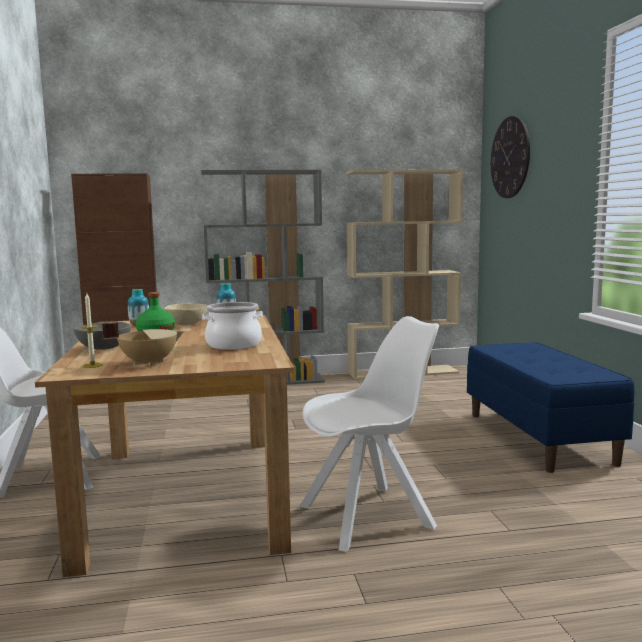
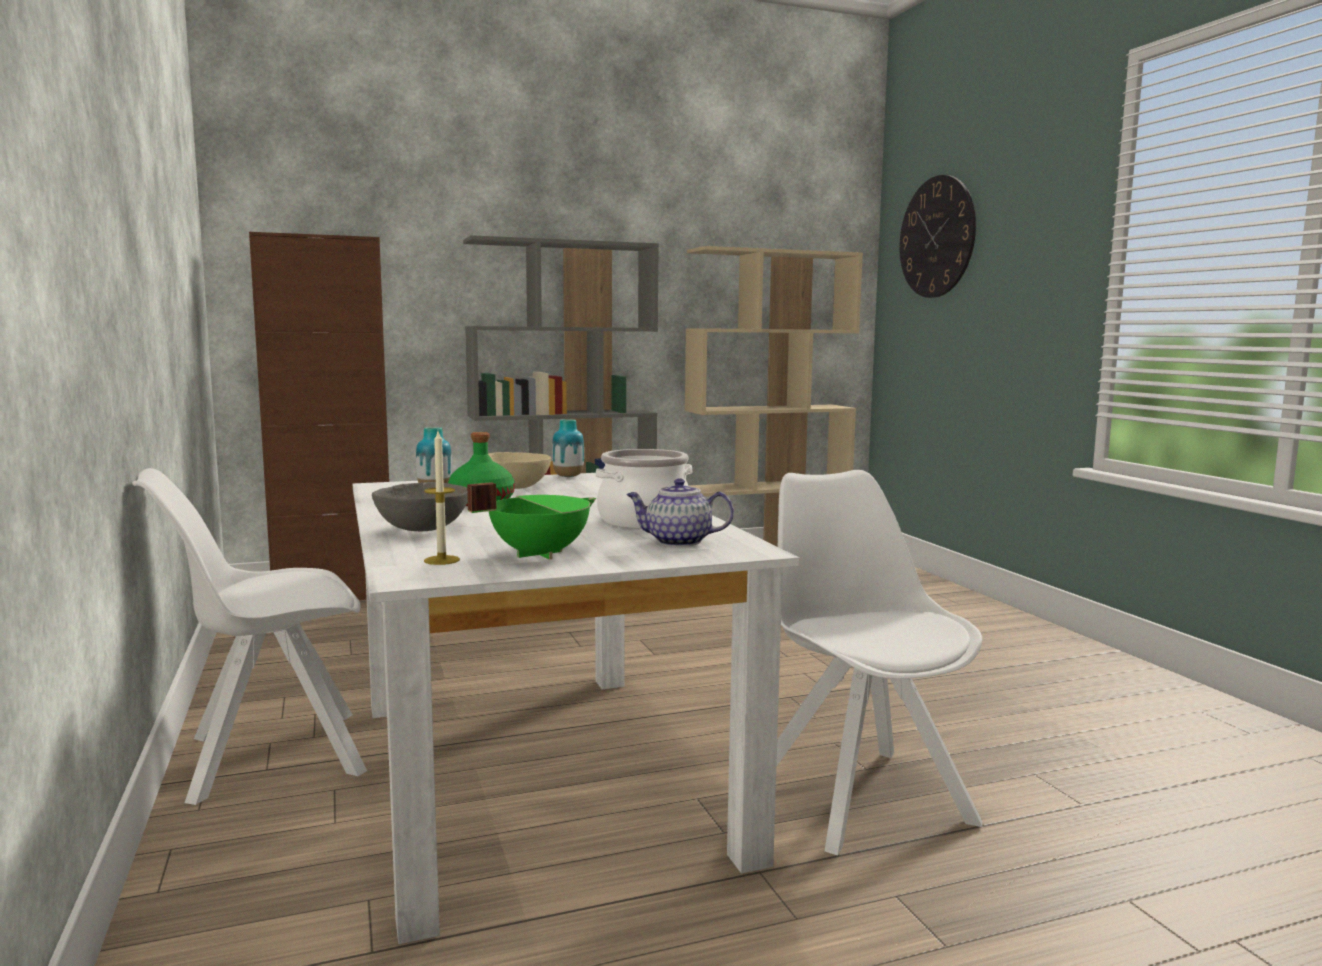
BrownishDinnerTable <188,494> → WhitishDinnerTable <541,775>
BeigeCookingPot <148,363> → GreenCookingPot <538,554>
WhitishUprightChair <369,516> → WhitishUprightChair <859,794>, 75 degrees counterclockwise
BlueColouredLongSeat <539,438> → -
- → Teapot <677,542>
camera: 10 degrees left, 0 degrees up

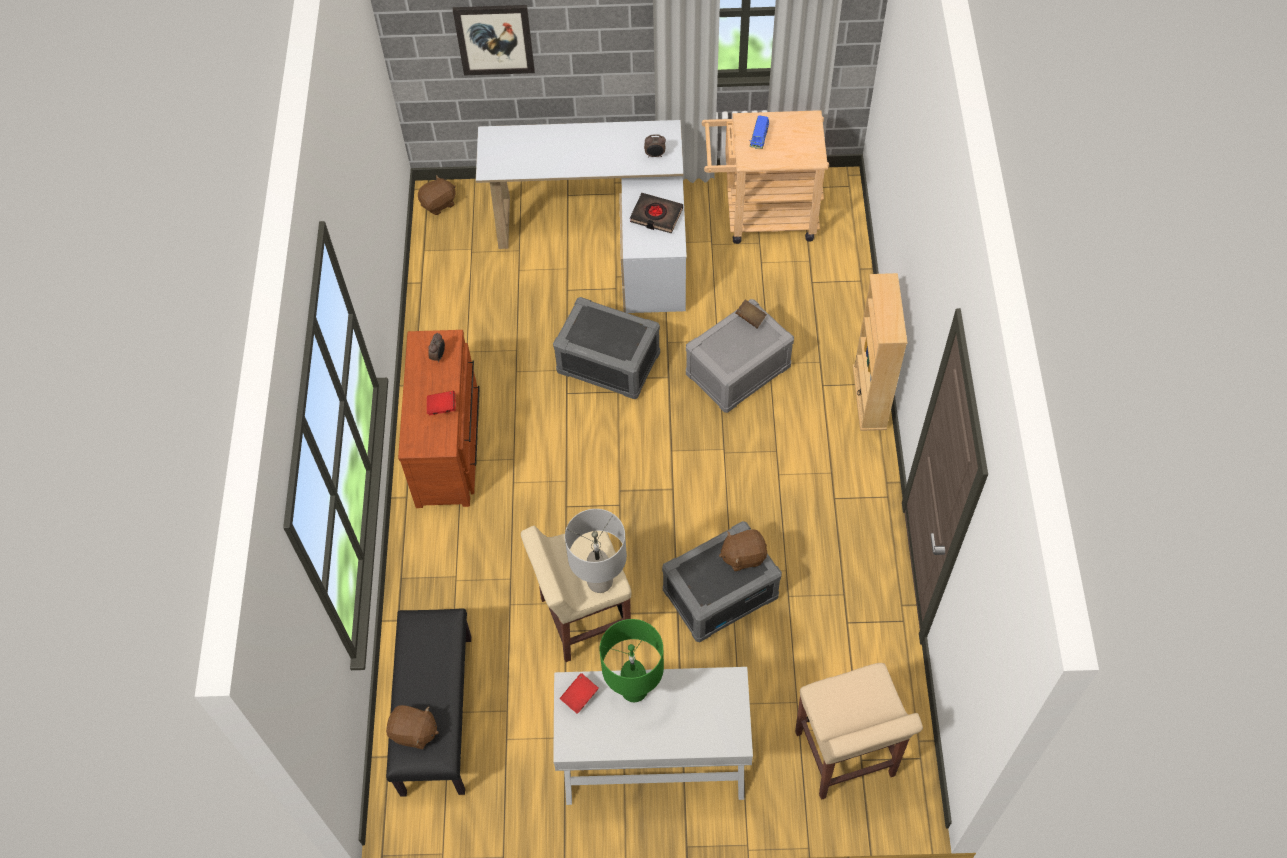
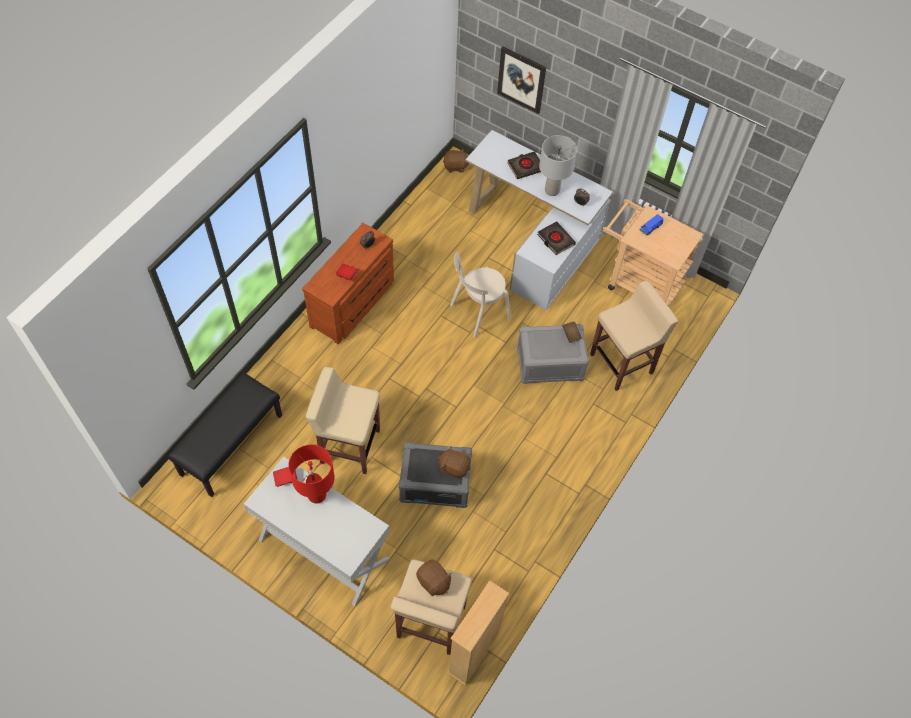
BrownishSoftToy <414,732> → BrownishSoftToy <433,582>, relocated
GrayStorageBin <607,363> → BeigeUprightChair <477,312>
GrayLampForATable <599,582> → GrayLampForATable <551,190>, relocated
GreenLampForATable <635,690> → RedLampForATable <317,495>
BeigeBookshelf <869,397> → BeigeBookshelf <473,652>, relocated
- → BlackColouredBoundBook <525,167>
- → BeigeStool <622,363>
camera: 30 degrees right, 0 degrees up

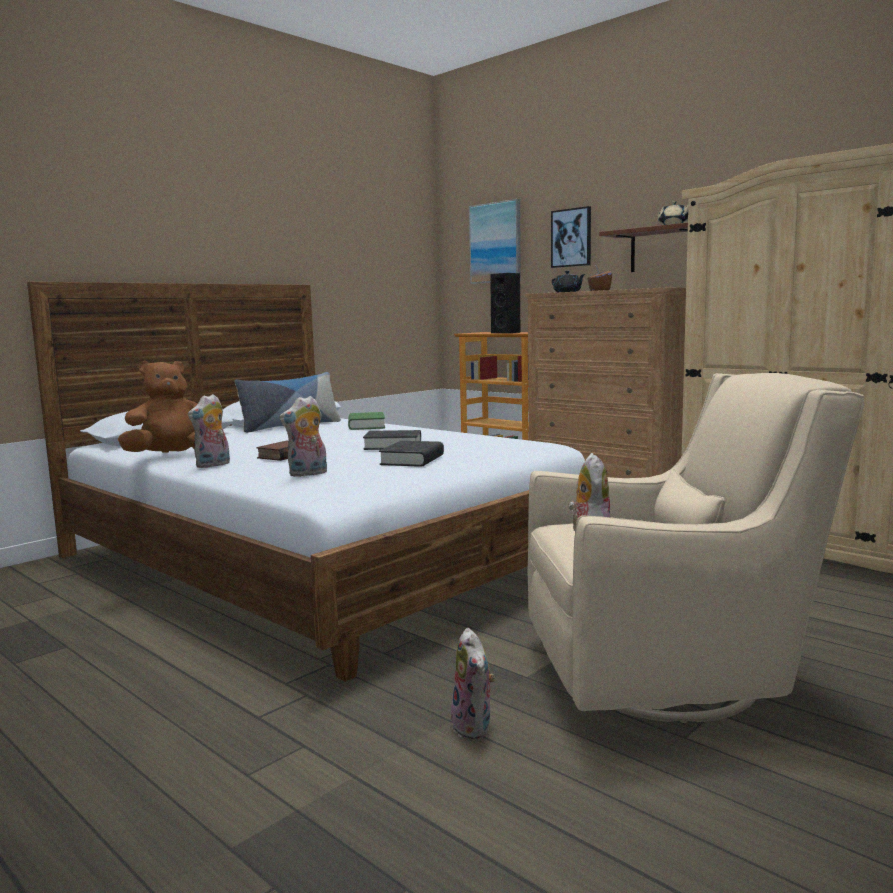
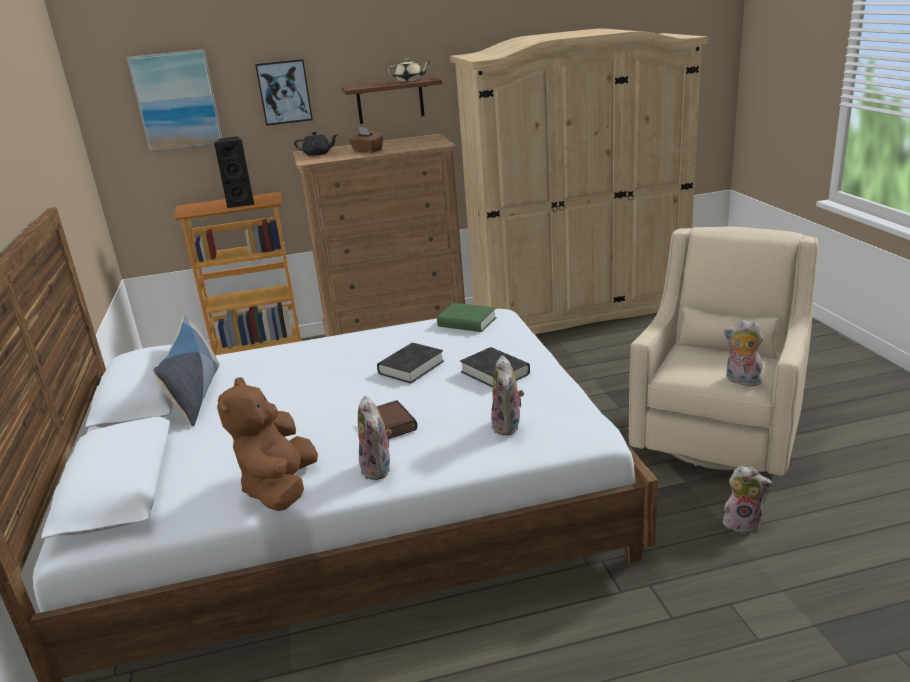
GreenBoundBook <366,426> → GreenBoundBook <467,322>, relocated
camera: 55 degrees left, 15 degrees up

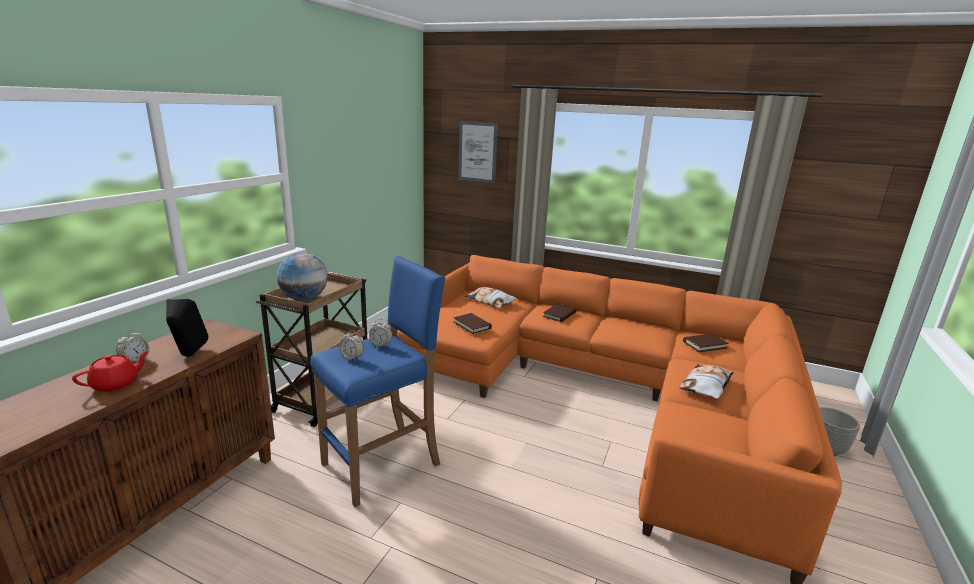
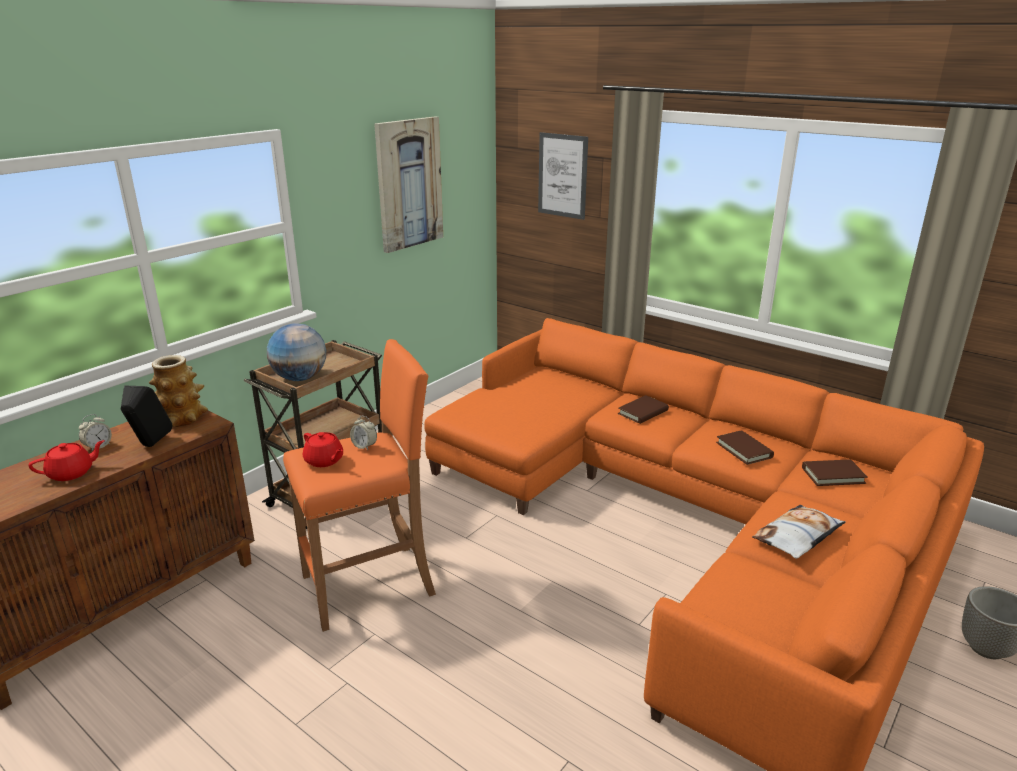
BlueColouredStool <382,464> → OrangeyStool <370,585>
AlarmClock <352,357> → RedTeapot <324,461>
BrownishBoundBook <472,325> → BrownishBoundBook <744,450>, relocated
ThrowPillow <490,301> → -
- → FlowerVase <182,419>
- → WallArt <409,184>
camera: 15 degrees right, 5 degrees up

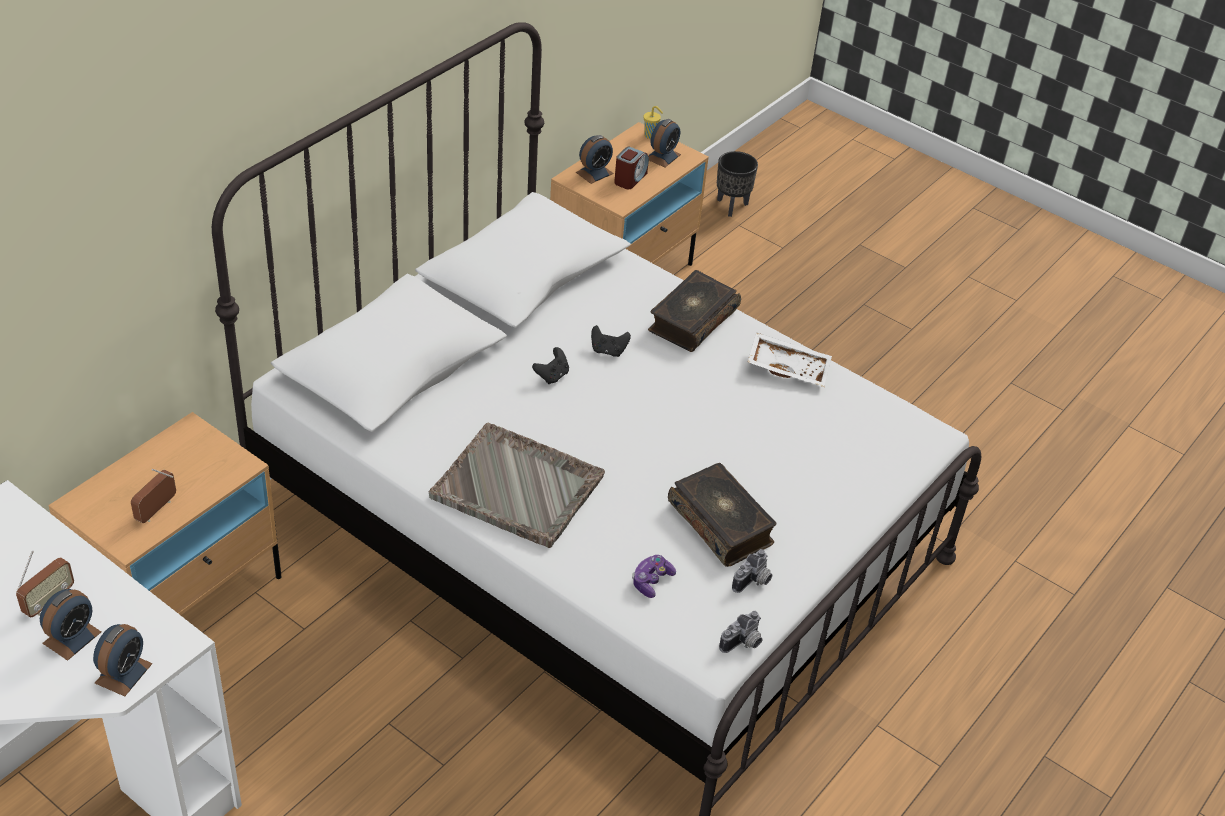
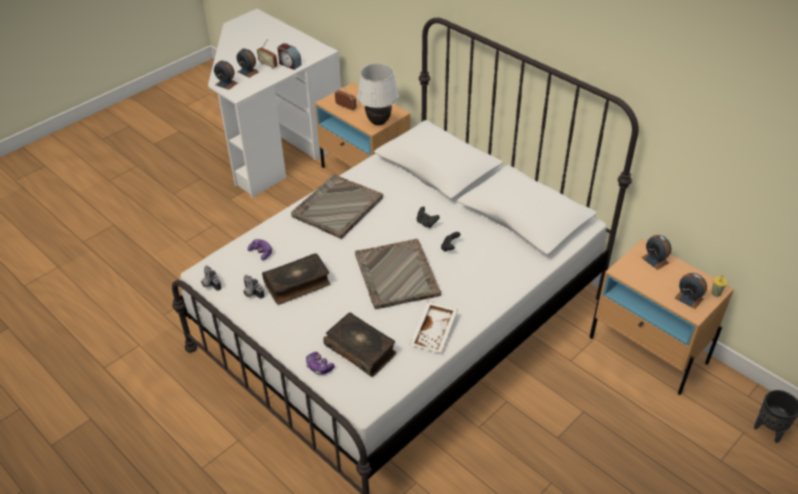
AlarmClock <630,178> → AlarmClock <289,64>, relocated
BoundBook <691,320> → BoundBook <361,349>, relocated
- → GameController <319,367>
- → GrayTray <397,275>
- → WhitishLampForATable <378,122>
camera: 100 degrees right, 0 degrees up

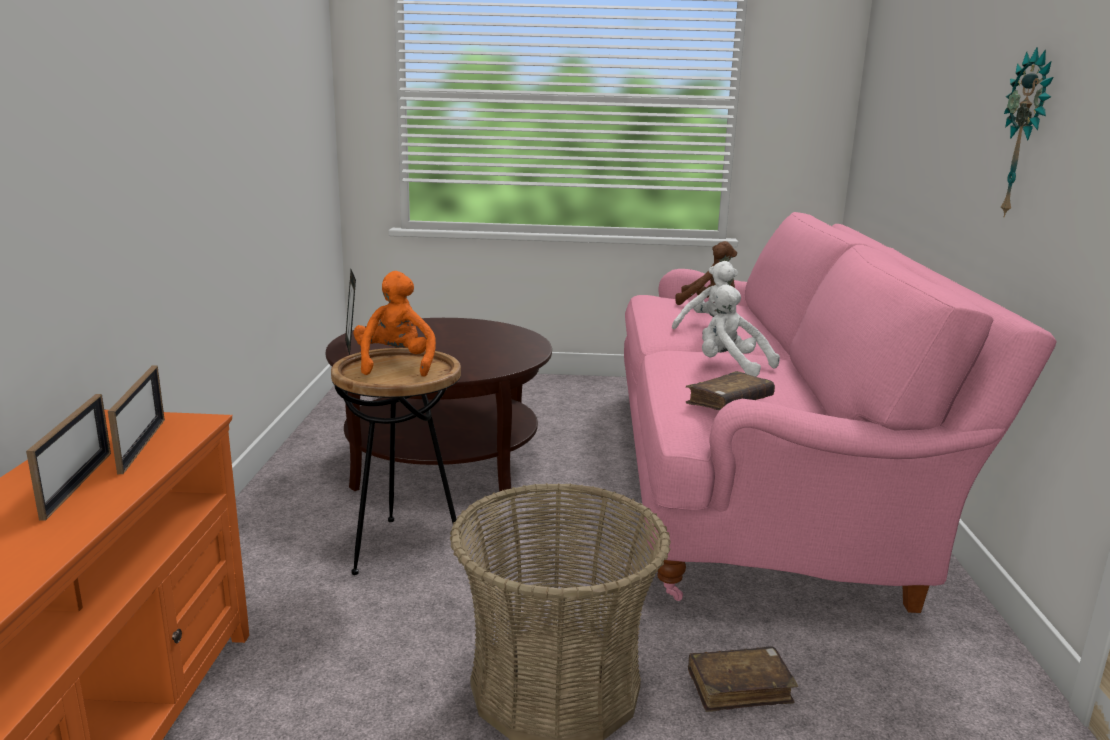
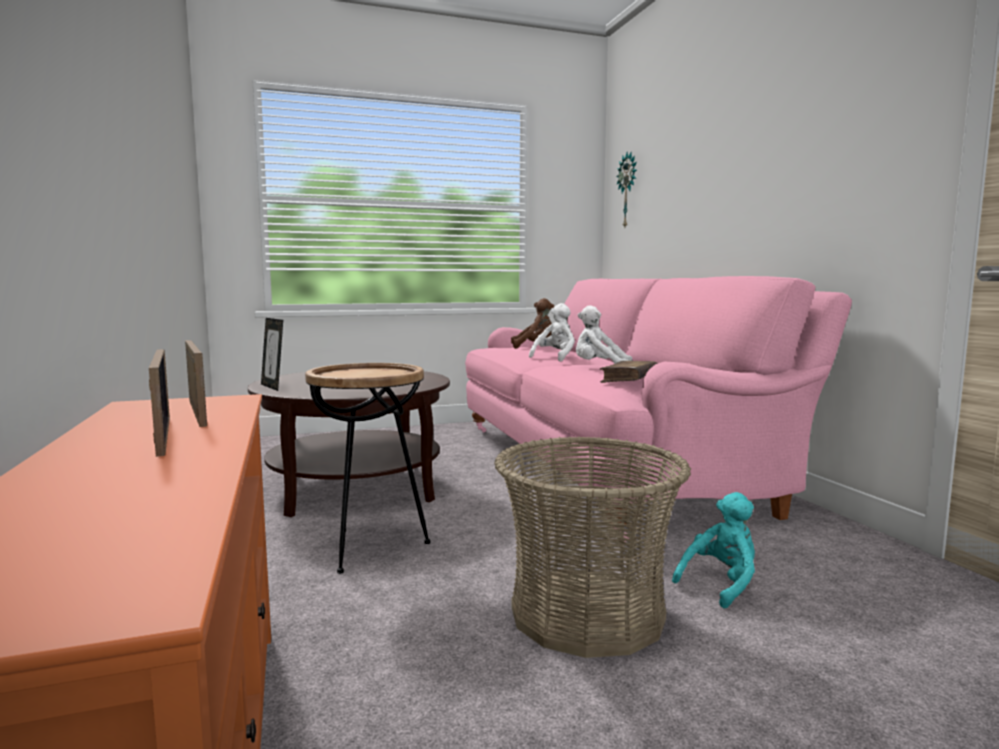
OrangeySoftToy <395,364> → -
BrownishBoundBook <739,688> → BlueGreenSoftToy <721,584>
ClockOnTheWall <1027,134> → ClockOnTheWall <628,190>, relocated
camera: 20 degrees left, 10 degrees down

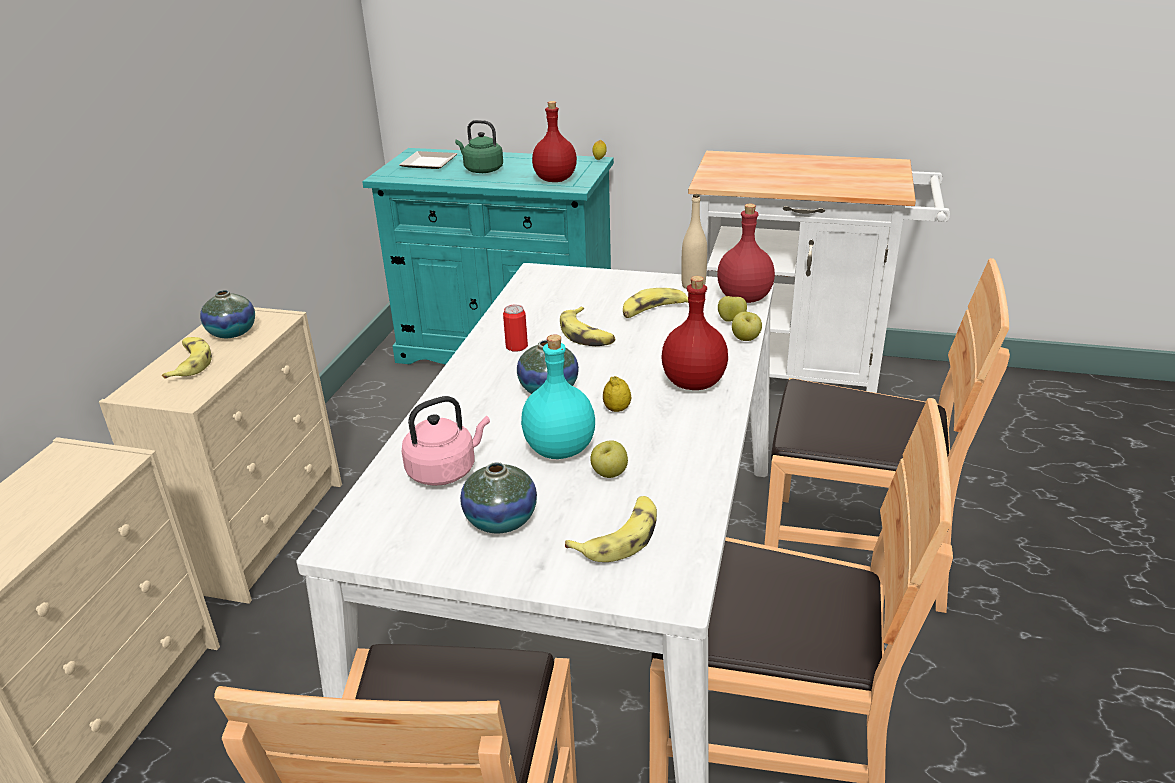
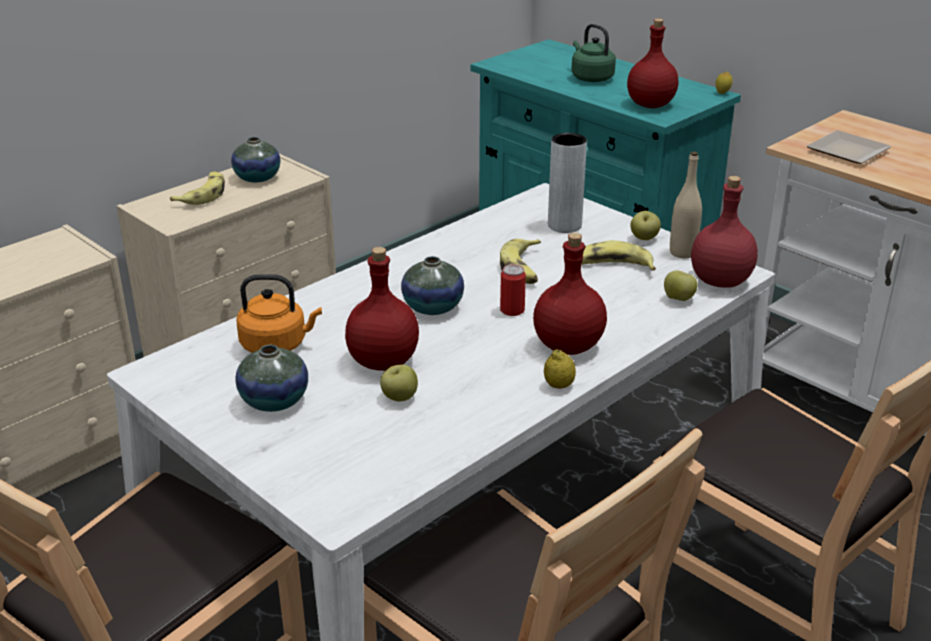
DinnerPlate <426,163> → DinnerPlate <844,151>, relocated
PinkColouredKettle <445,470> → OrangeyKettle <277,345>
Can <516,346> → Can <512,310>, relocated
BlueGreenBottle <561,449> → RedBottle <384,362>
BananaFruit <619,537> → -
Lemon <617,409> → Lemon <559,386>, relocated
AppleFruit <745,339> → AppleFruit <644,239>, relocated
- → GrayFlowerVase <564,225>
camera: 30 degrees right, 0 degrees up

